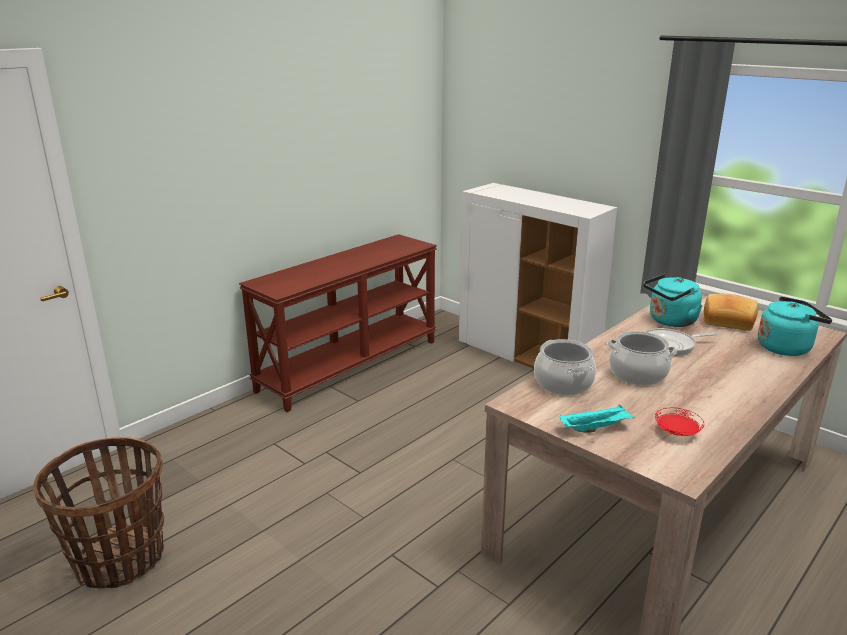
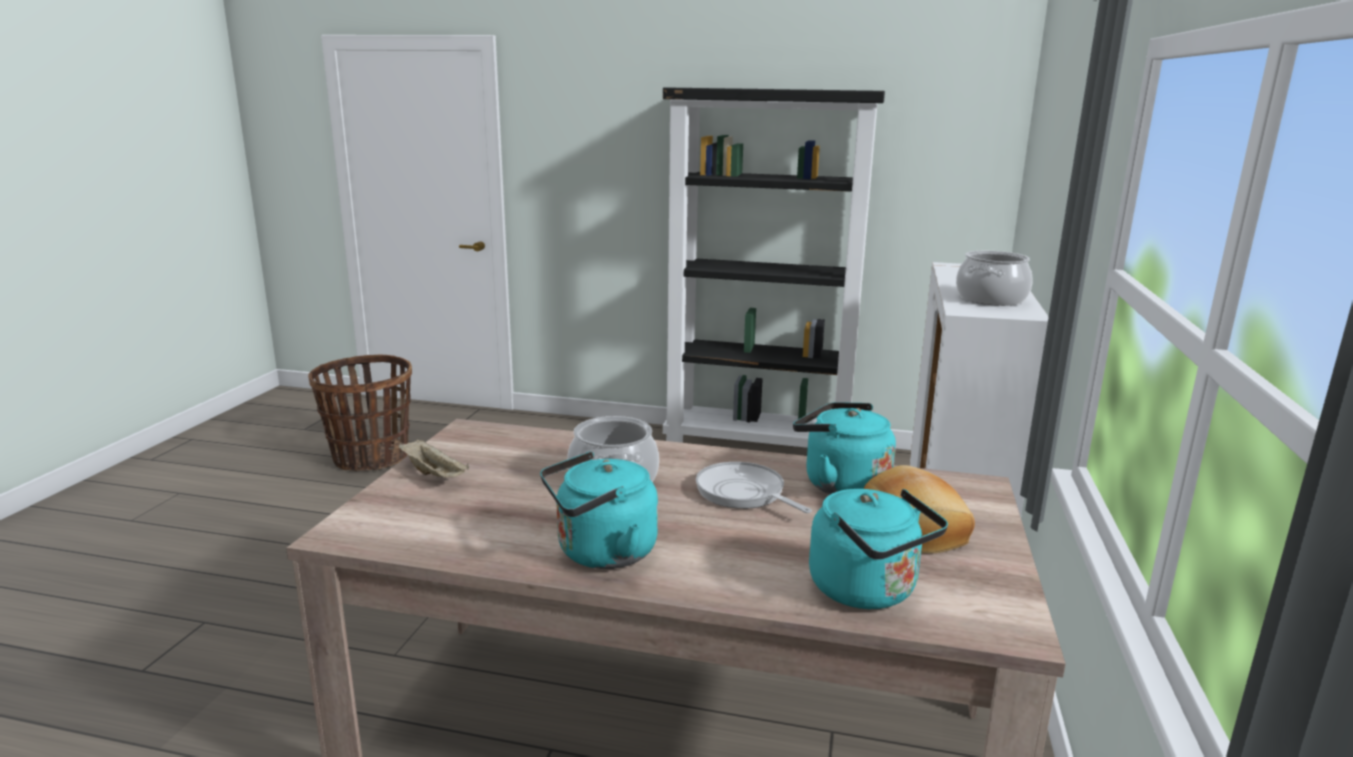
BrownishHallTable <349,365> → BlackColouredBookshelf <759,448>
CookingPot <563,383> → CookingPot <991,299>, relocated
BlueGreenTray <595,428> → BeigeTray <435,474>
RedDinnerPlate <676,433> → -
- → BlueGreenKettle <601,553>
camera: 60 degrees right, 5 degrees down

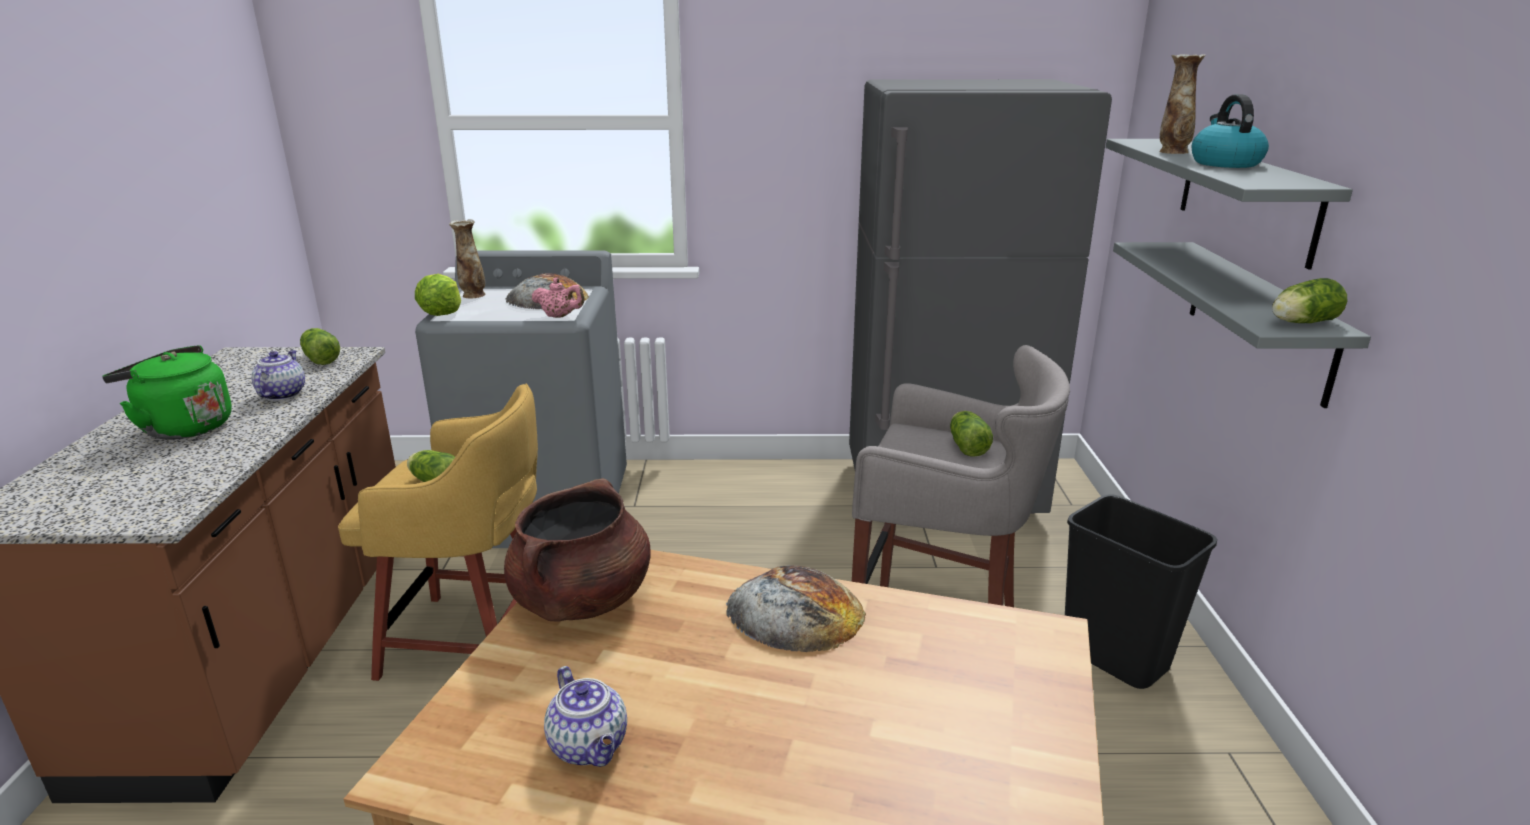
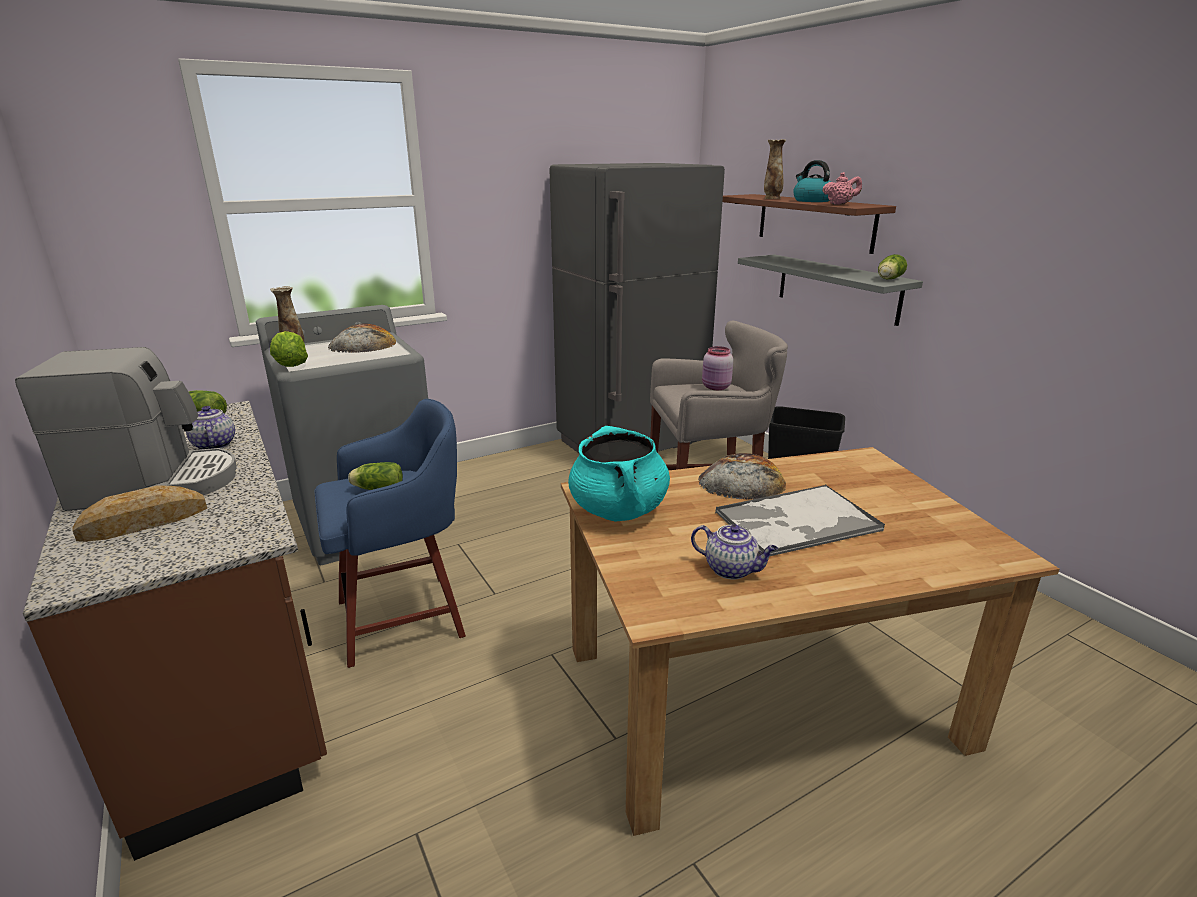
GreenKettle <183,427> → CoffeeBrewer <157,484>
YellowColouredStool <474,642> → BlueColouredStool <405,617>
BrownishCookingPot <582,600> → BlueGreenCookingPot <618,510>
PinkColouredTeapot <560,316> → PinkColouredTeapot <839,204>, relocated
LettuceHead <967,446> → PinkColouredPreserveJar <716,387>
GrayBracketShelf <1246,198> → BrownishBracketShelf <814,222>
- → BakeryBread <144,522>
- → Tray <796,522>
camera: 30 degrees left, 0 degrees up

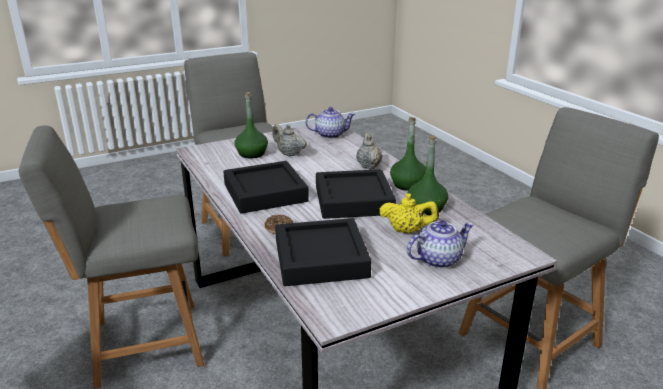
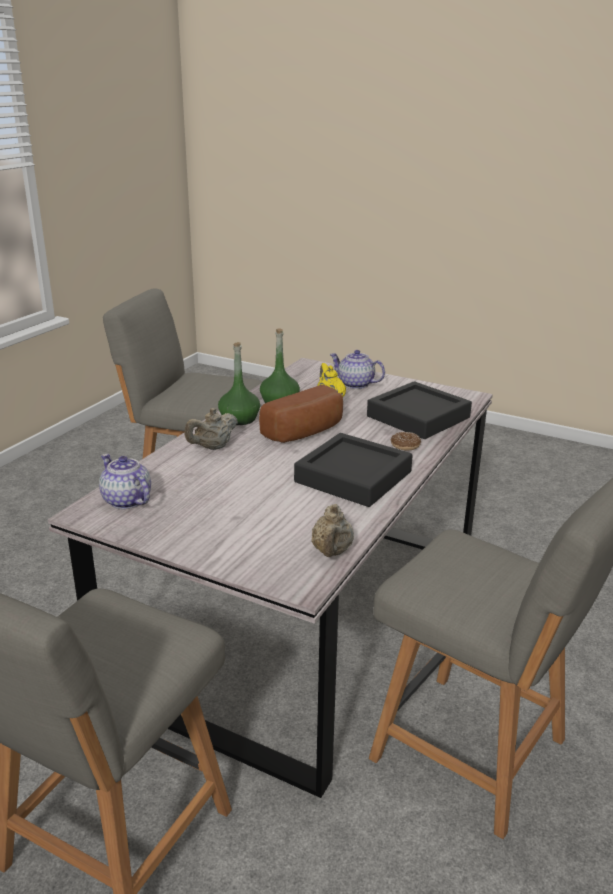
GreenBottle <251,154> → -
BeigeTeapot <289,154> → BeigeTeapot <332,552>, relocated
BlackColouredTray <353,200> → BakeryBread <306,432>
camera: 125 degrees left, 0 degrees up

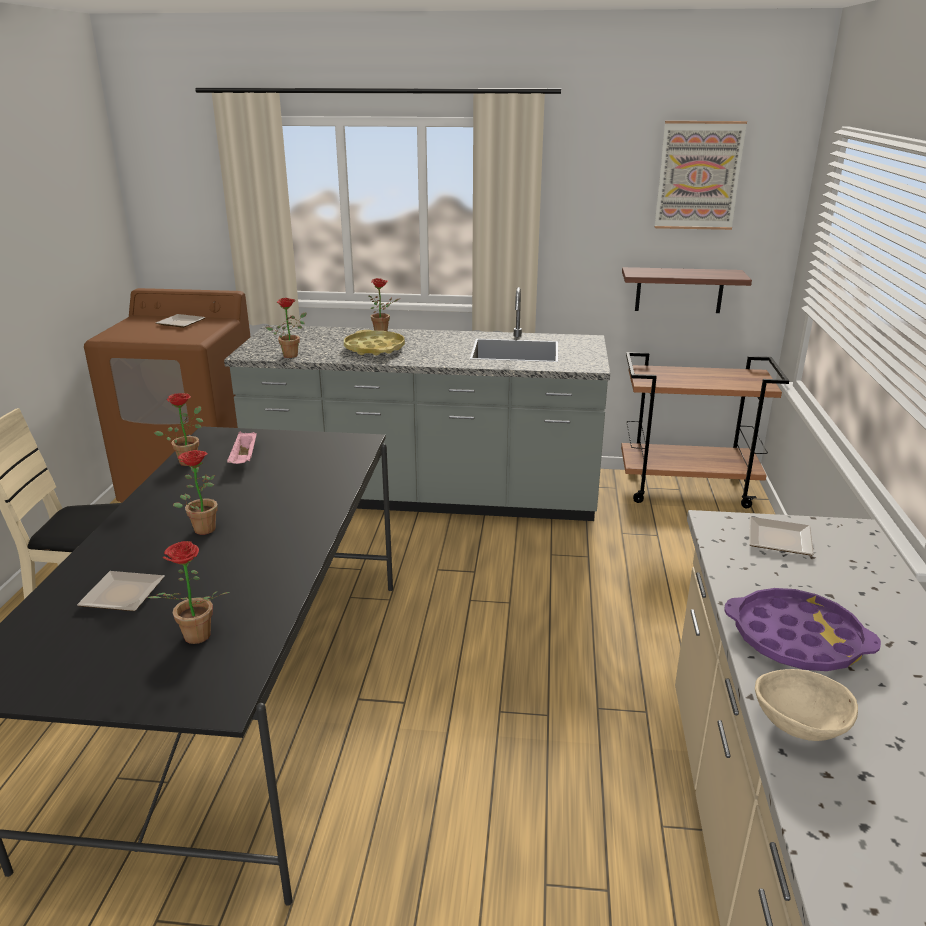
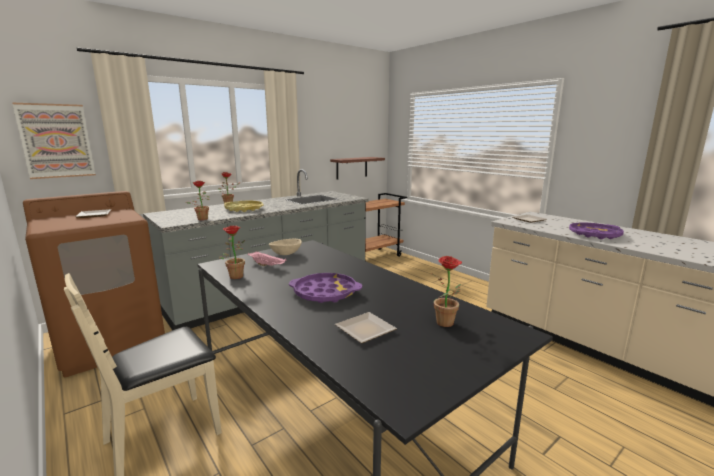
Houseplant <202,527> → PurpleTray <325,293>
WallArt <698,176> → WallArt <56,141>, relocated
BeigeBowl <798,726> → BeigeBowl <285,254>, relocated
camera: 45 degrees left, 10 degrees down

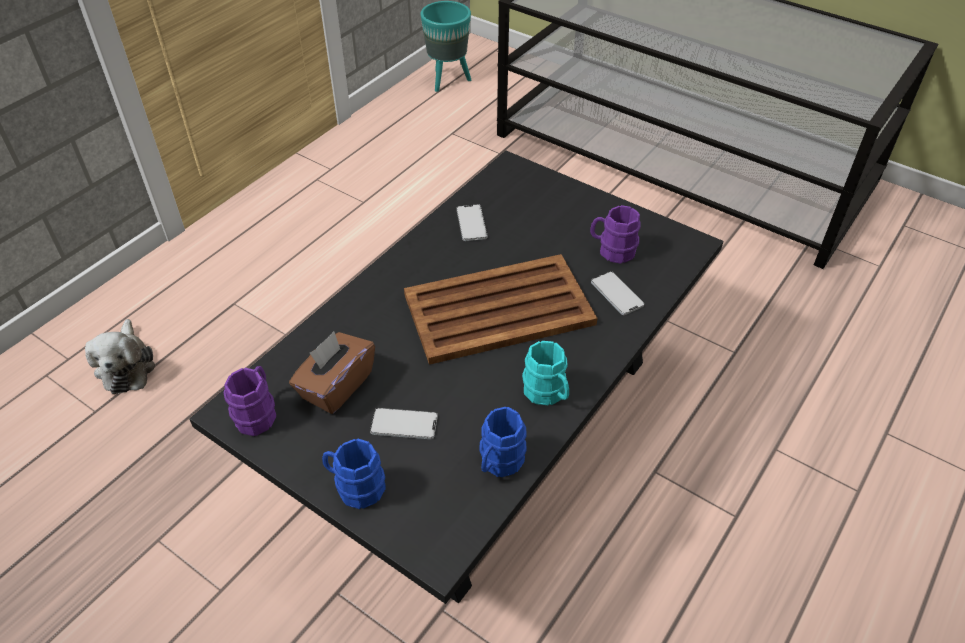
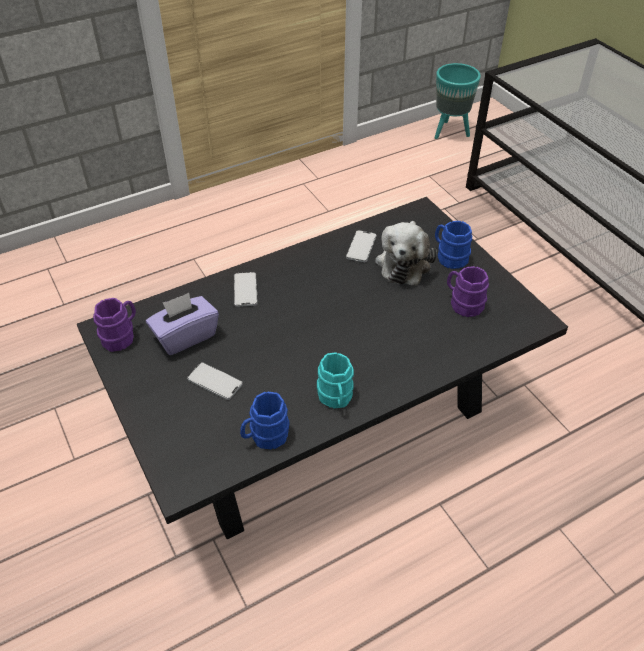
SoftToy <127,366> → SoftToy <404,262>, relocated
BrownishTissueHolder <336,386> → PurpleTissueHolder <185,336>
BlueColouredMug <355,487> → BlueColouredMug <449,257>, relocated
BrownishTray <500,309> → -
Telephone <617,294> → Telephone <245,290>, relocated
camera: 25 degrees right, 0 degrees up

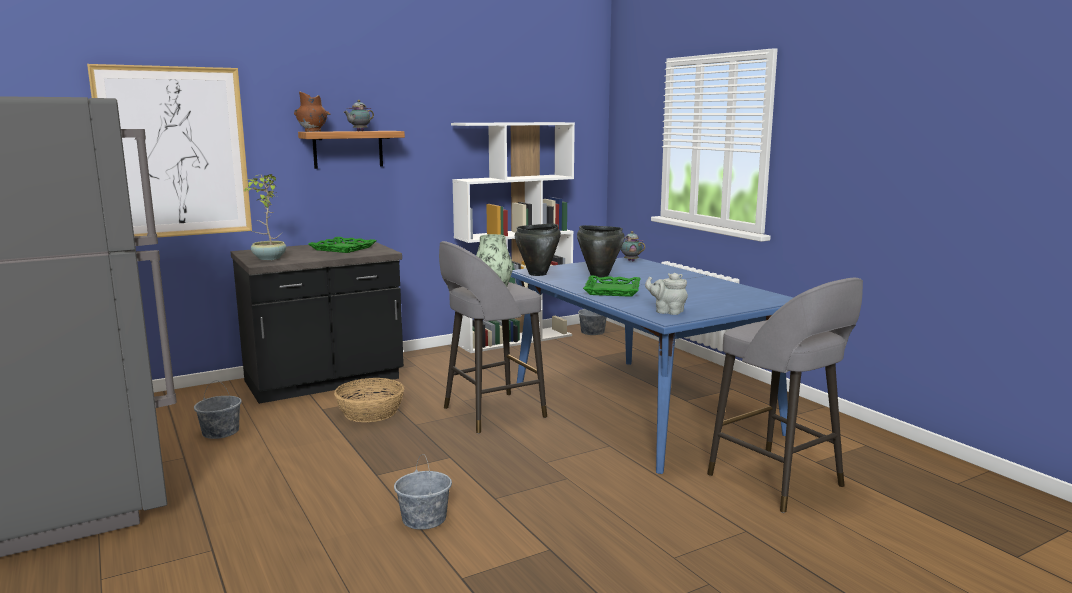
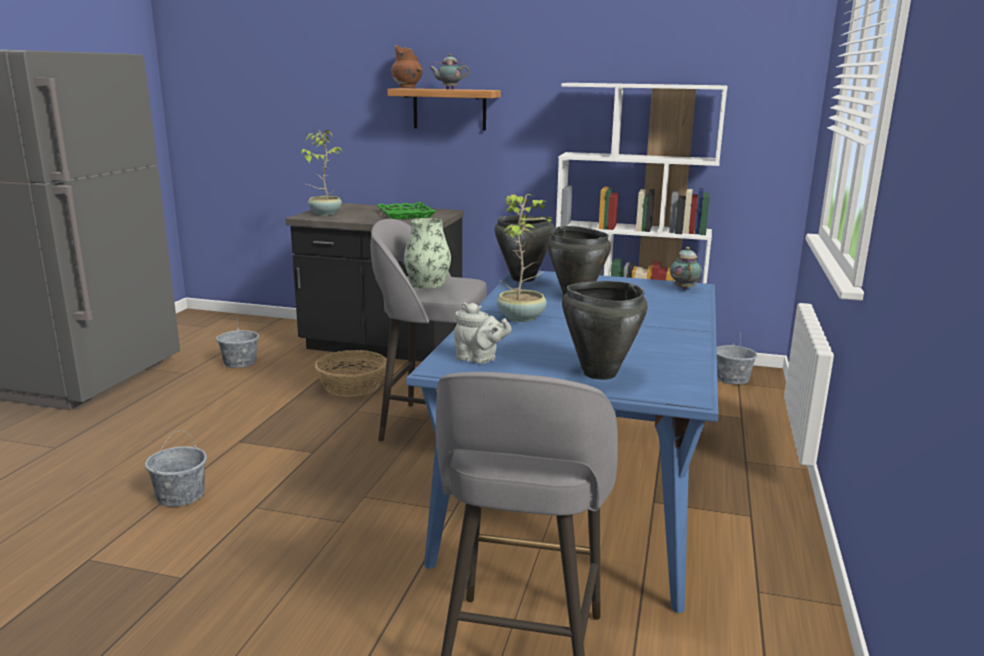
WallArt <174,152> → -
GreenTray <613,290> → Houseplant <522,317>
GrayTeapot <667,311> → GrayTeapot <479,359>, 135 degrees clockwise
- → BlackColouredCookingPot <599,373>
camera: 45 degrees right, 5 degrees up

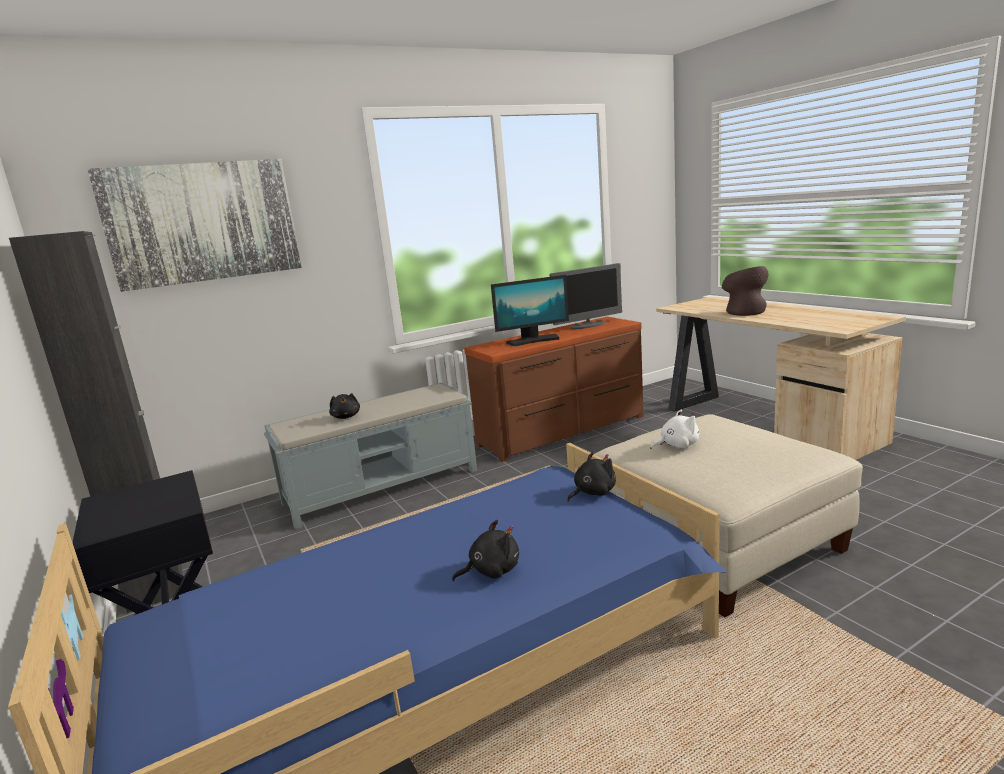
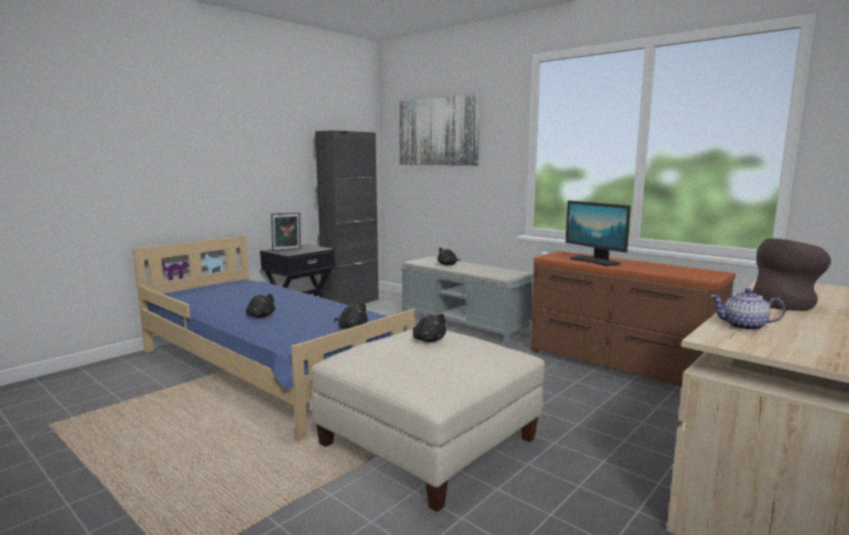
ComputerDisplay <588,325> → -
WhitishSoftToy <677,445> → BlackColouredSoftToy <428,340>
- → PhotoFrame <287,250>
- → Teapot <743,327>
camera: 70 degrees right, 5 degrees down

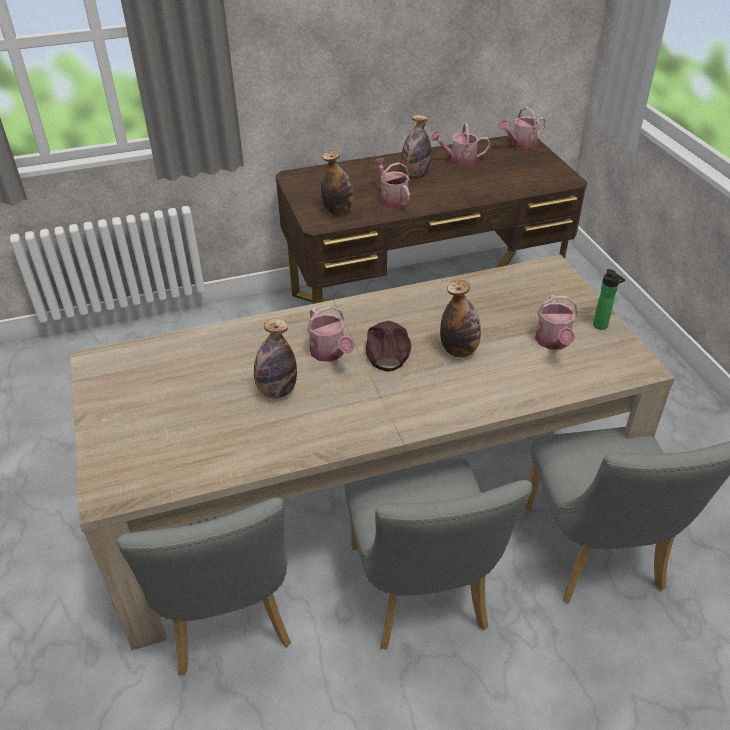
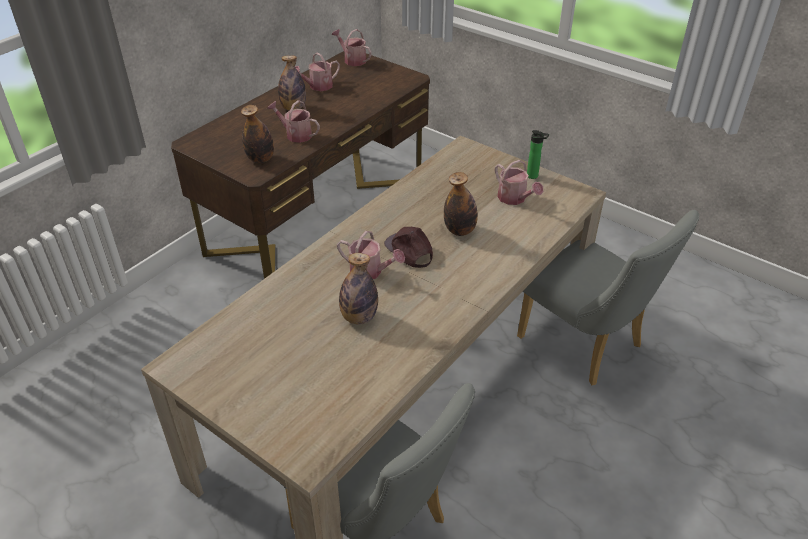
GrayUprightChair <421,596> → -
SprinklingCan <520,144> → SprinklingCan <352,60>, 105 degrees clockwise
camera: 35 degrees left, 0 degrees up

